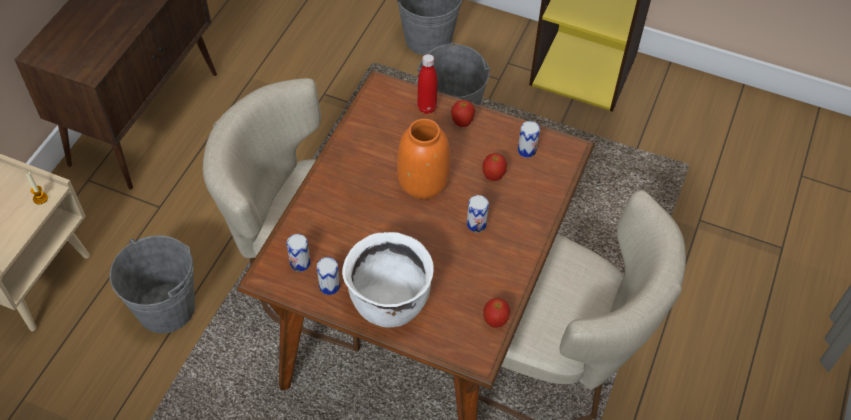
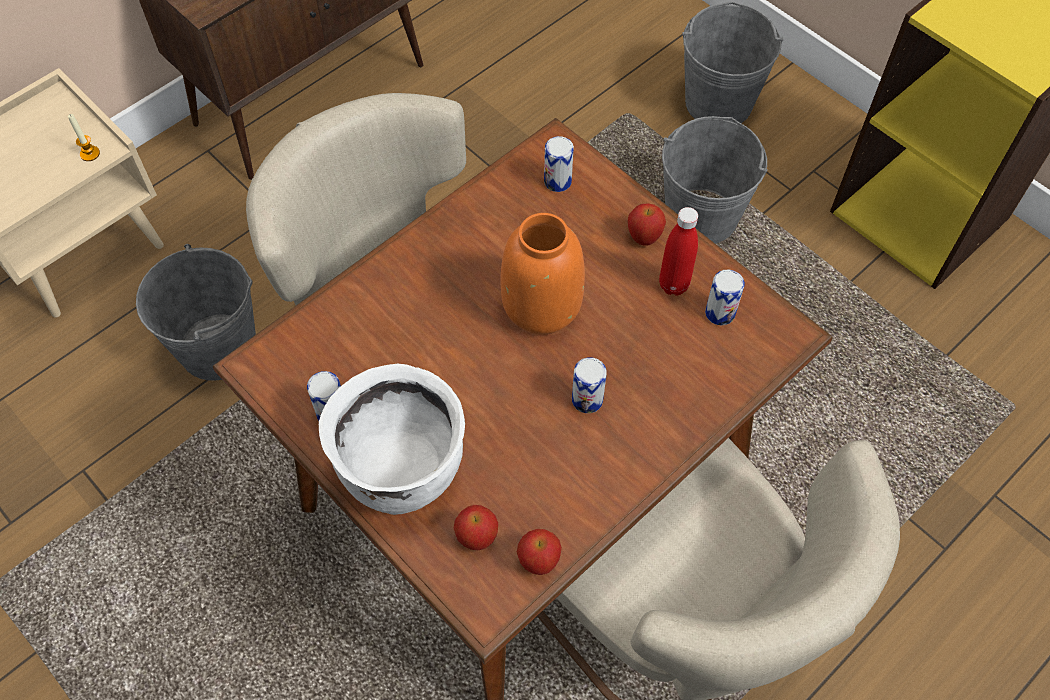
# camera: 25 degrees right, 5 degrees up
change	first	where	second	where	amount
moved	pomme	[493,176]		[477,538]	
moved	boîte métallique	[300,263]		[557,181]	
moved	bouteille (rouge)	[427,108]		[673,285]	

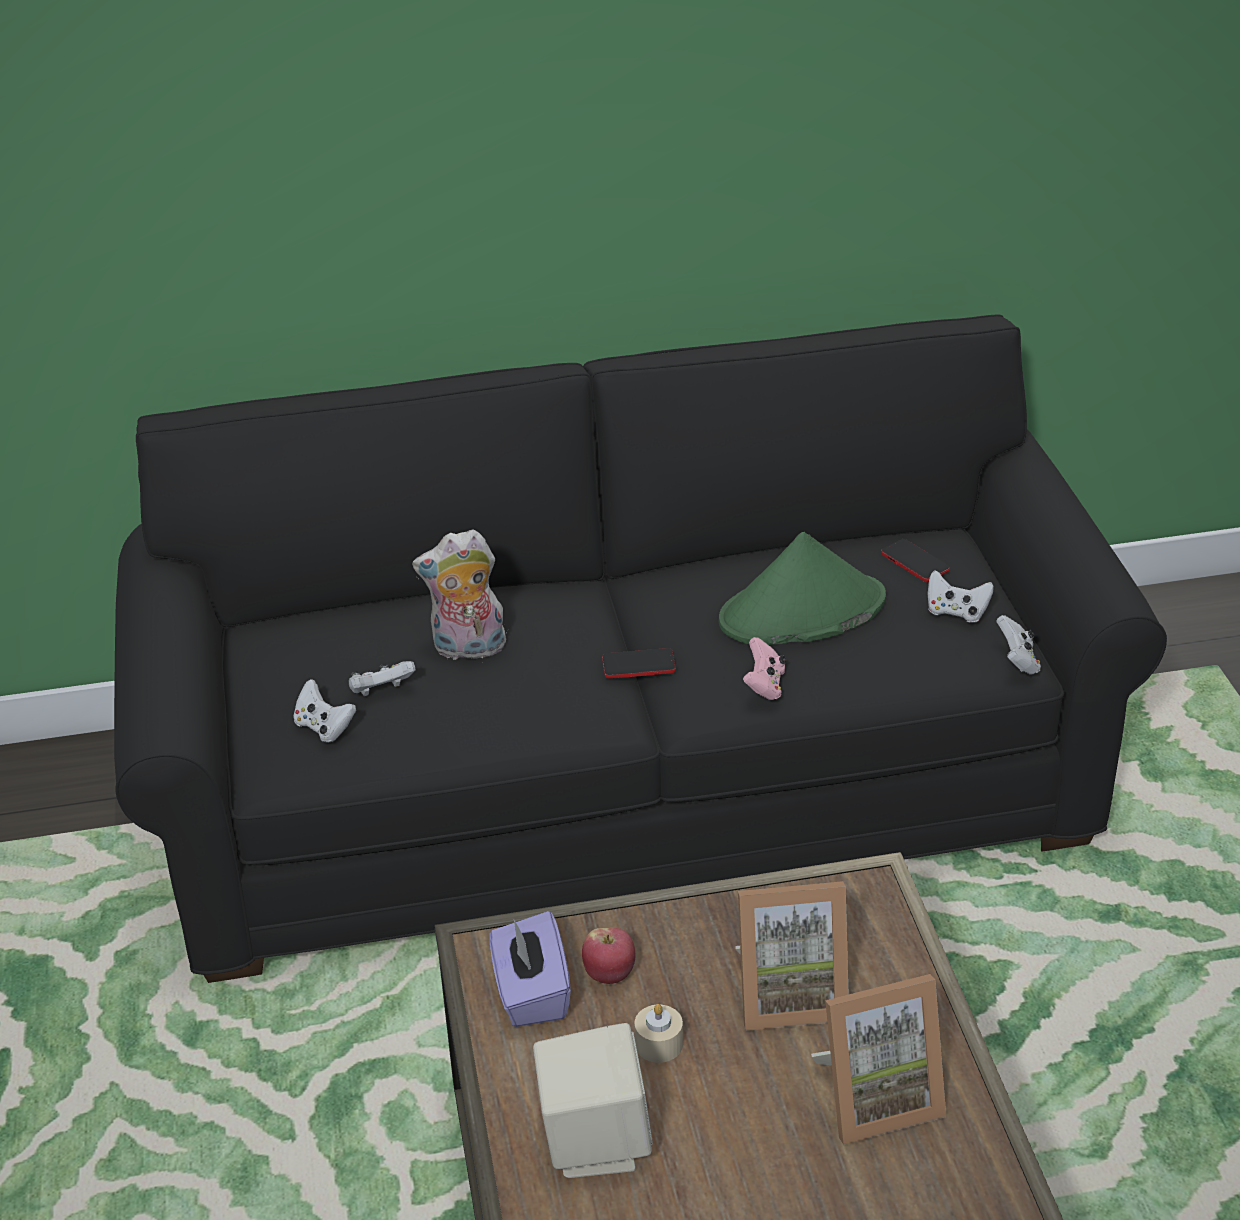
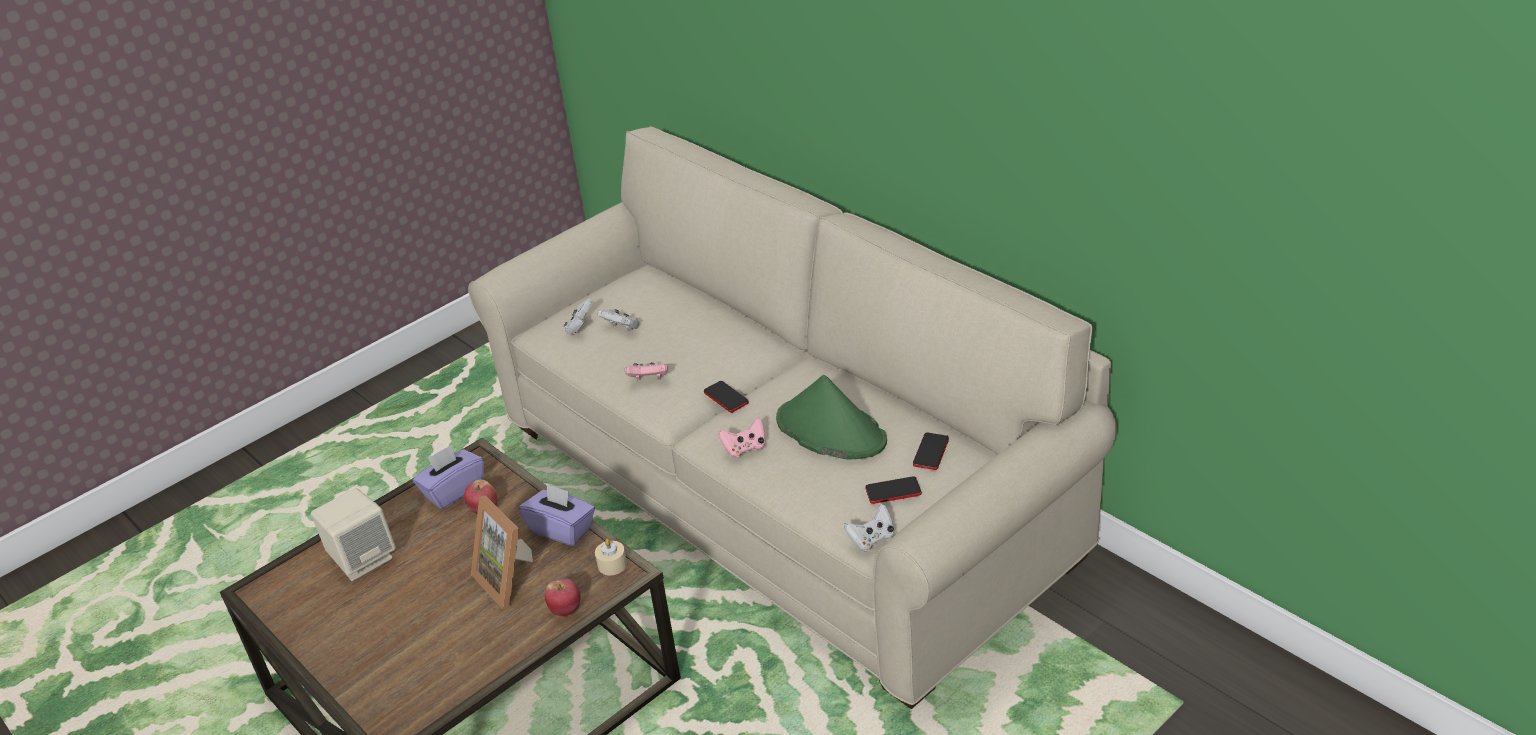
# camera: 60 degrees right, 0 degrees up
change	first	where	second	where	amount
recoloured	canapé (noir)	[627,786]	canapé (beige)	[783,487]	
added			boîte à mouchoirs (violet)	[562,529]	
added			pomme	[566,610]	
moved	bougie (beige)	[659,1044]		[612,564]	
added			manette (rose)	[649,380]	
replaced	manette (blanc)	[956,612]	téléphone	[893,491]	
removed	peluche	[467,649]			
removed	cadre photo	[876,1098]			

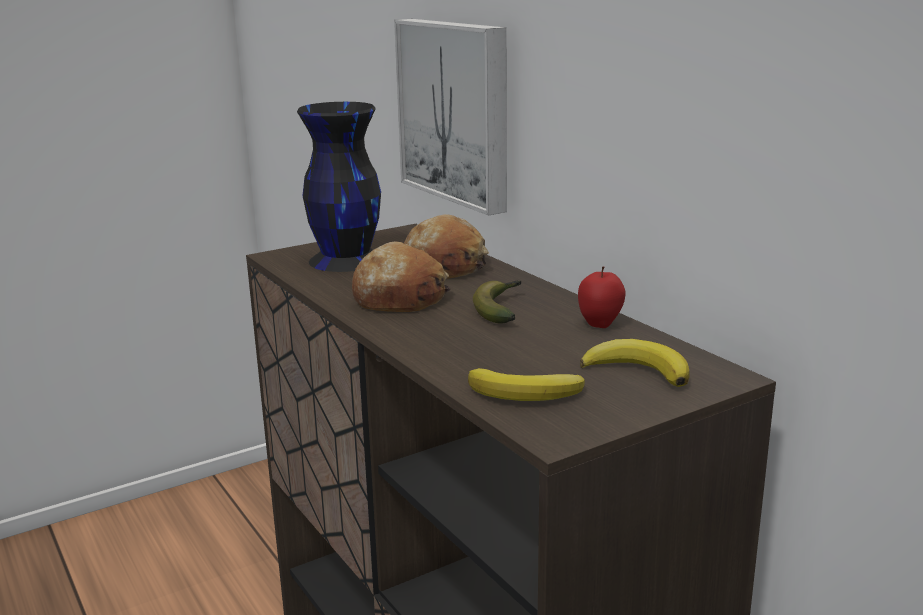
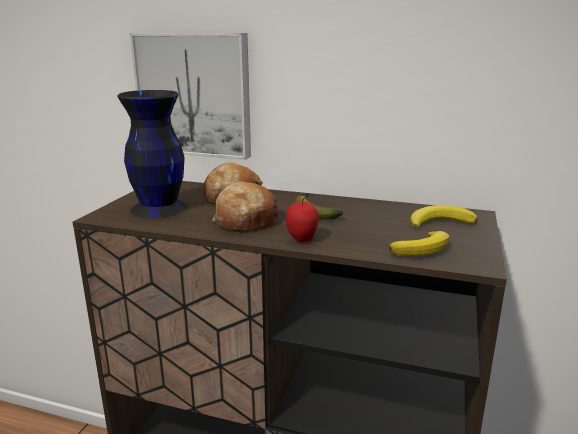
# camera: 40 degrees left, 0 degrees up
change	first	where	second	where	amount
moved	pomme	[600,324]		[302,239]	

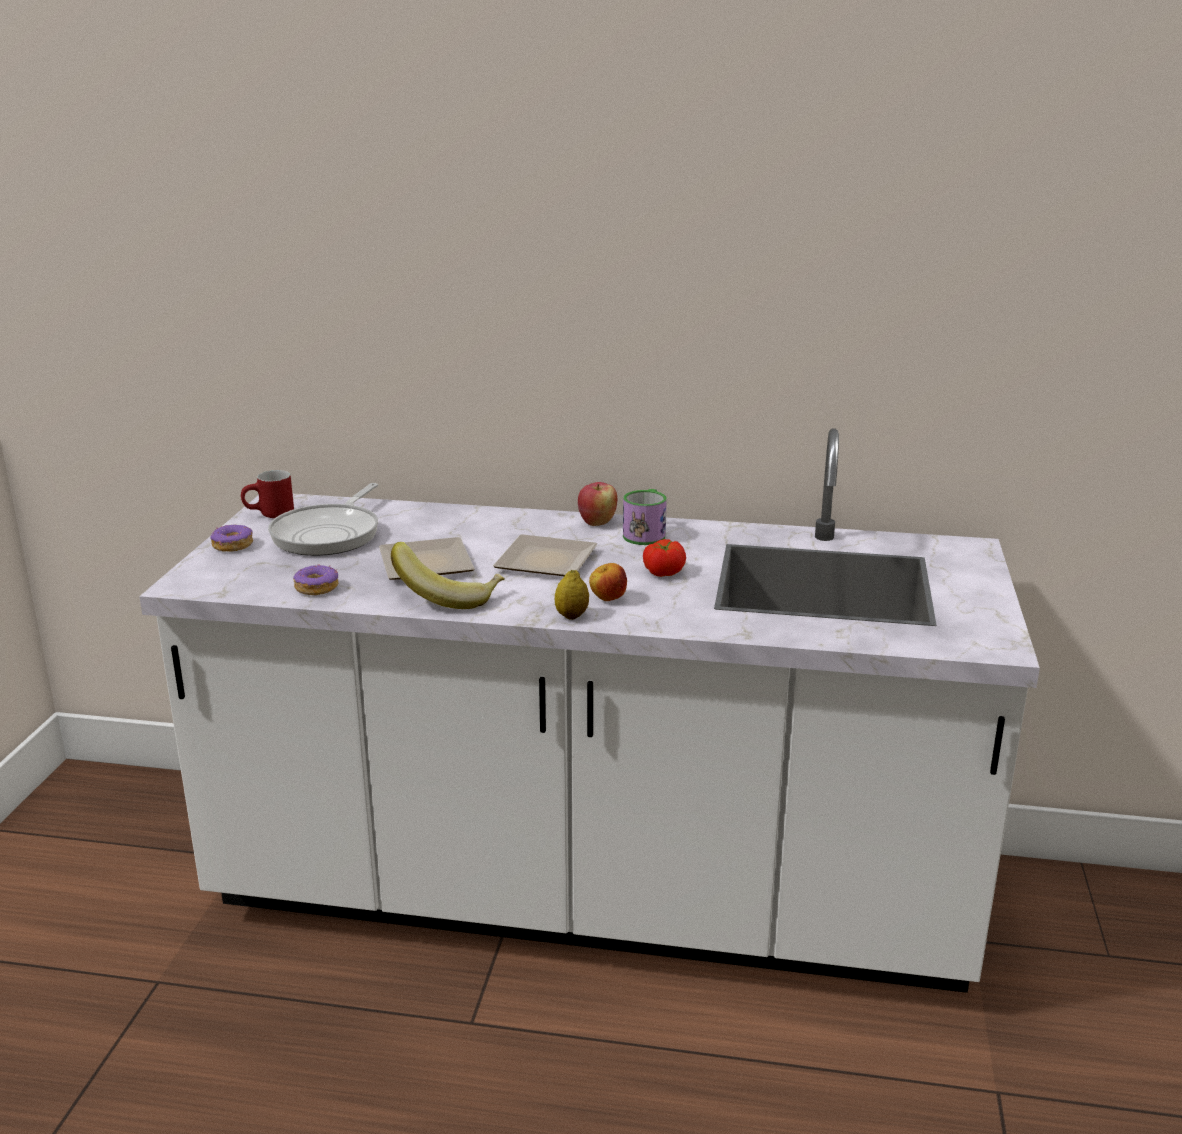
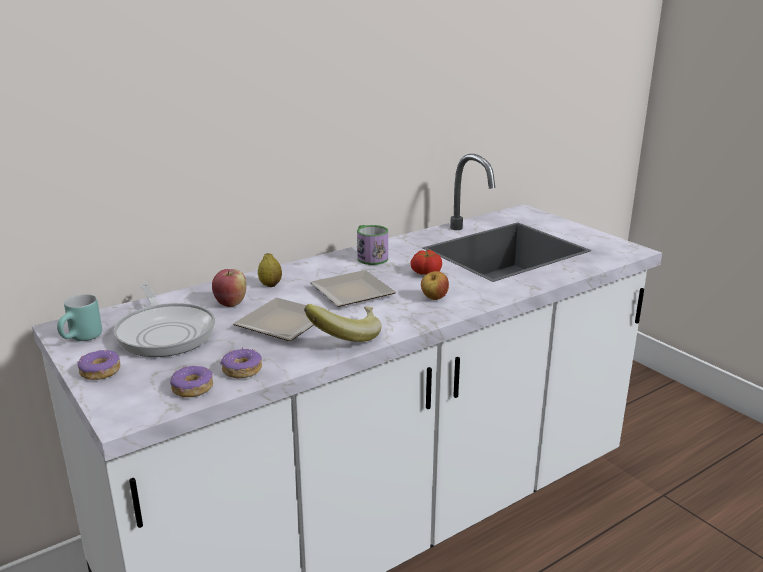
# camera: 45 degrees left, 0 degrees up
change	first	where	second	where	amount
recoloured	mug (rouge)	[270,516]	mug (turquoise)	[83,339]	
added			beignet	[192,388]	
moved	pomme	[597,522]		[230,303]	
moved	citron	[571,616]		[270,285]	

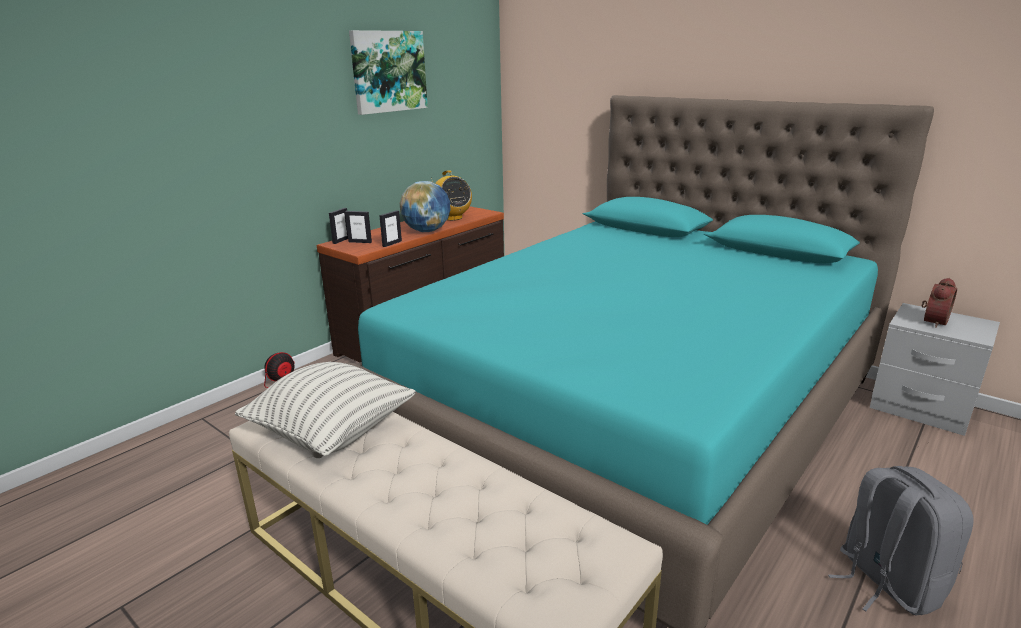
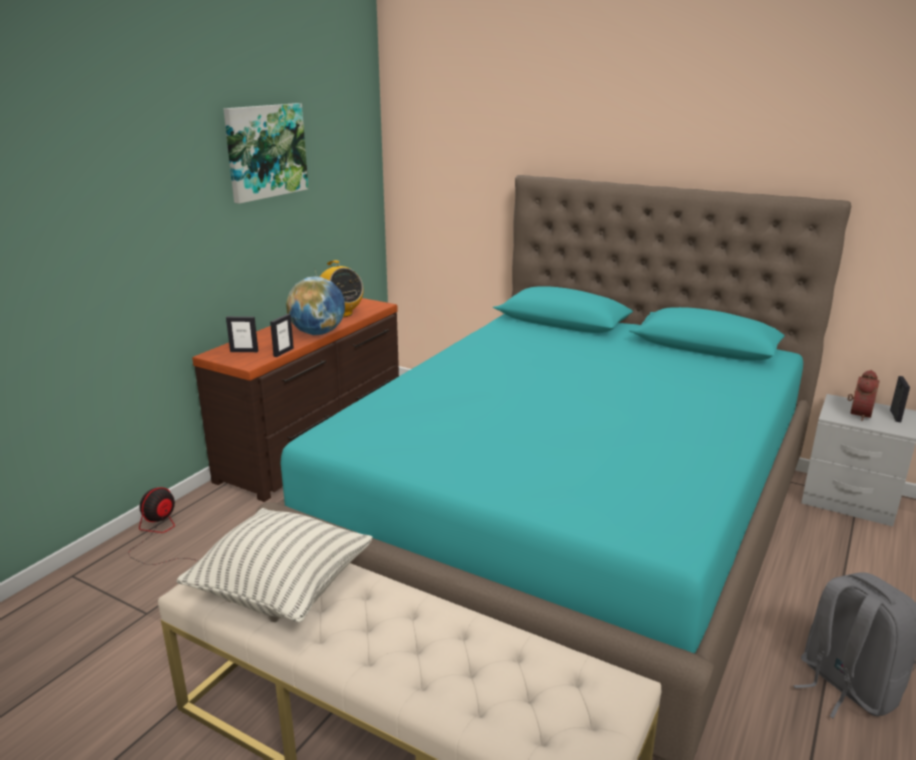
# camera: 10 degrees left, 0 degrees up
change	first	where	second	where	amount
moved	cadre photo	[341,240]		[895,416]	

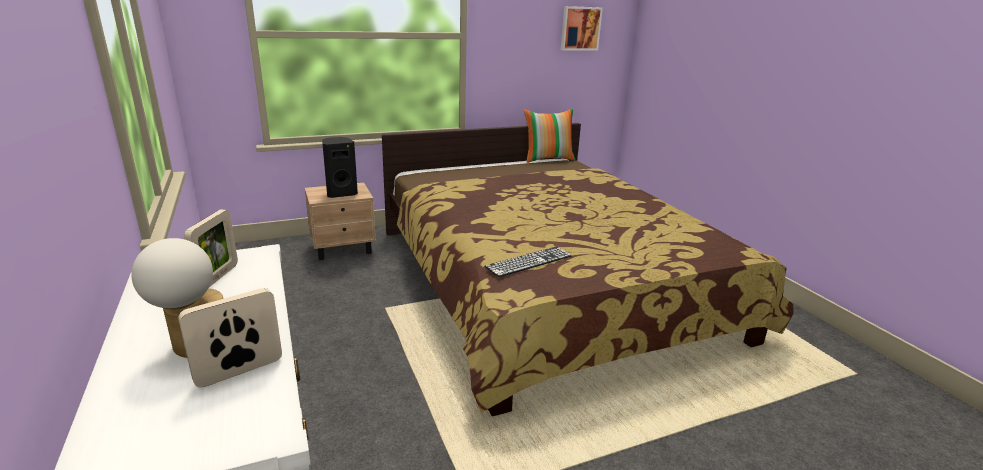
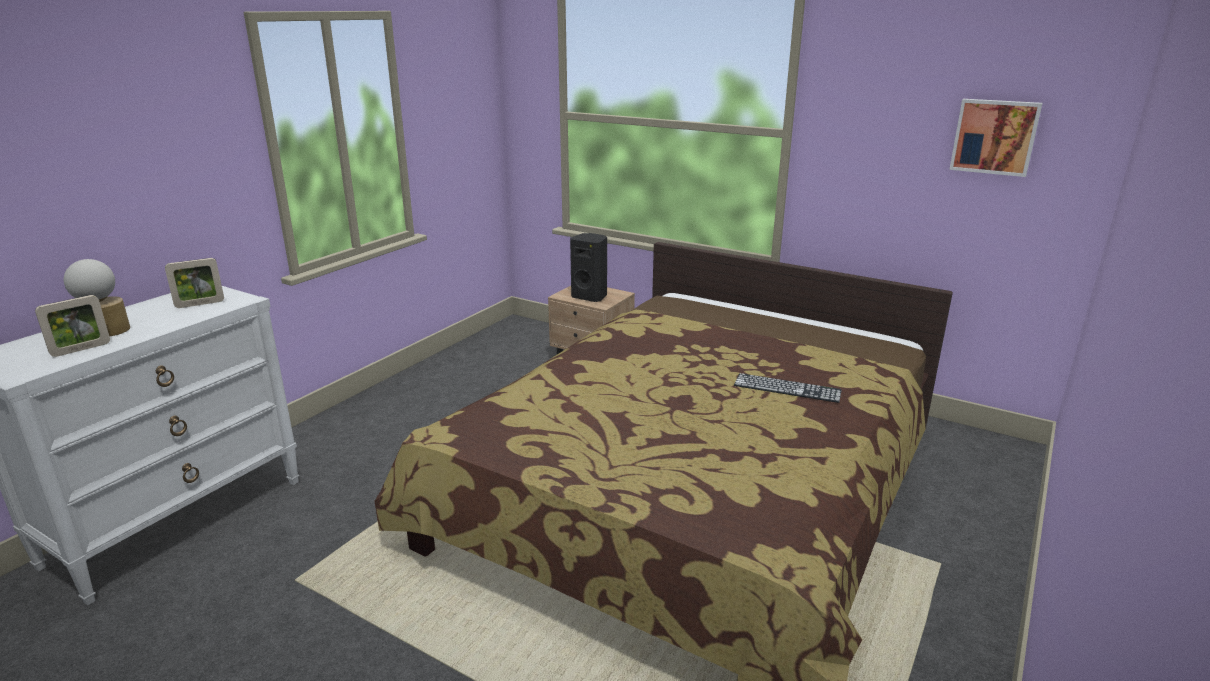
# camera: 55 degrees right, 0 degrees up
change	first	where	second	where	amount
turned	cadre photo	[240,371]		[81,349]	120 degrees clockwise
moved	clavier	[529,261]		[787,388]	
removed	coussin	[548,159]			

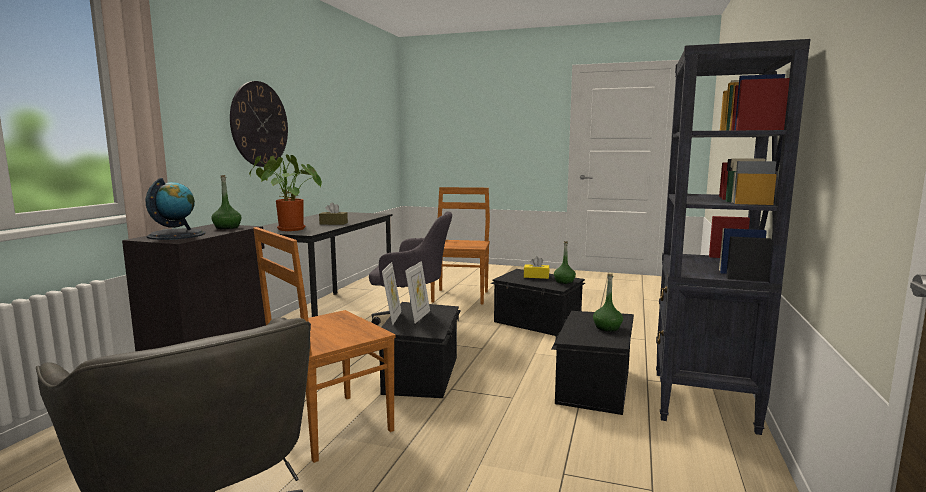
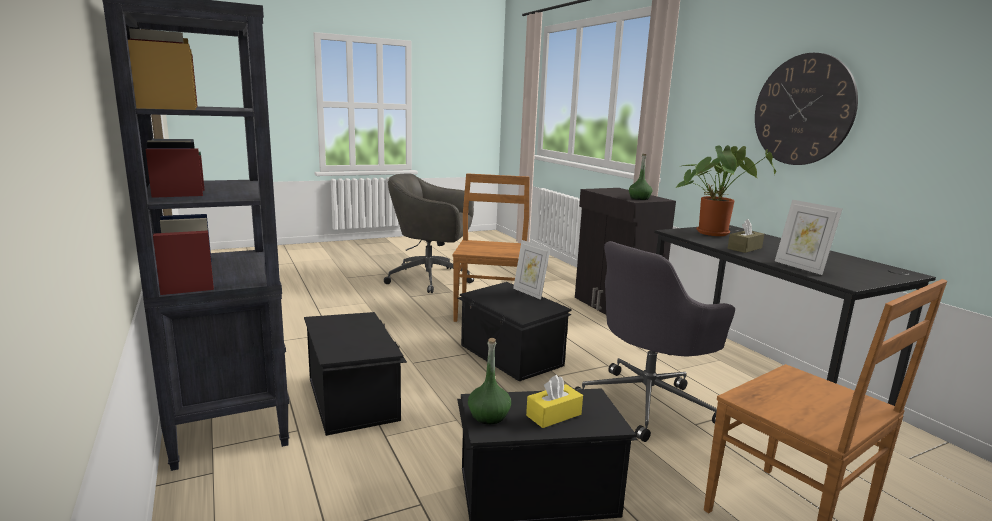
# camera: 135 degrees right, 5 degrees up
change	first	where	second	where	amount
moved	cadre photo	[418,316]		[801,267]	
removed	globe	[176,235]			
removed	bouteille (vert)	[607,328]			

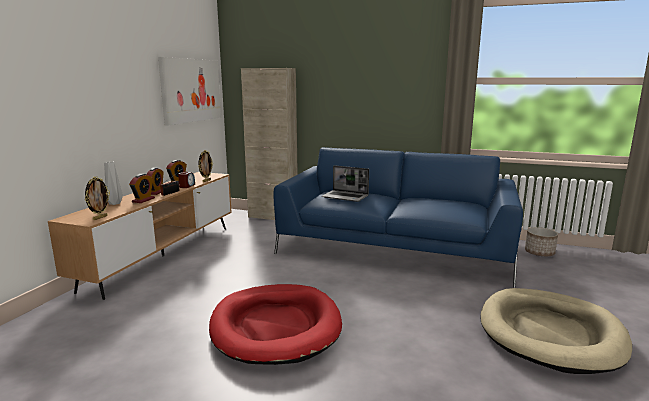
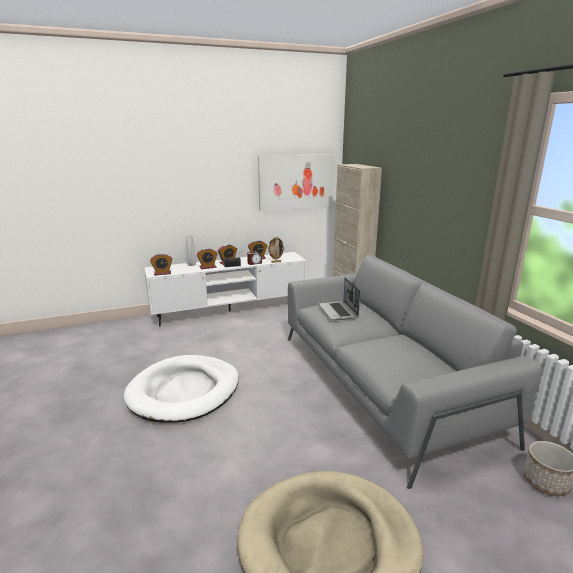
# camera: 50 degrees right, 5 degrees up
change	first	where	second	where	amount
recoloured	panier pour chien (rouge)	[276,327]	panier pour chien (blanc)	[184,391]	
recoloured	meuble télé (marron)	[163,255]	meuble télé (blanc)	[229,311]	
replaced	cadre photo	[100,218]	réveil	[162,273]	
recoloured	canapé (bleu)	[394,249]	canapé (gris)	[381,383]	

